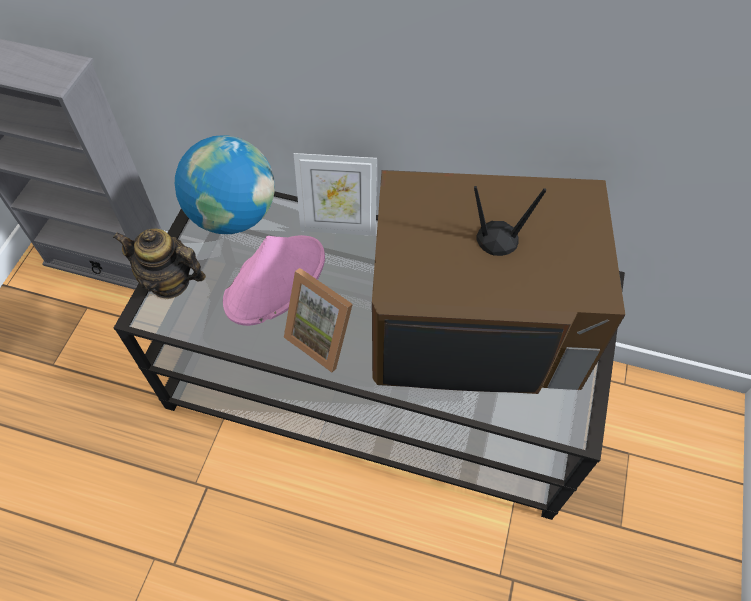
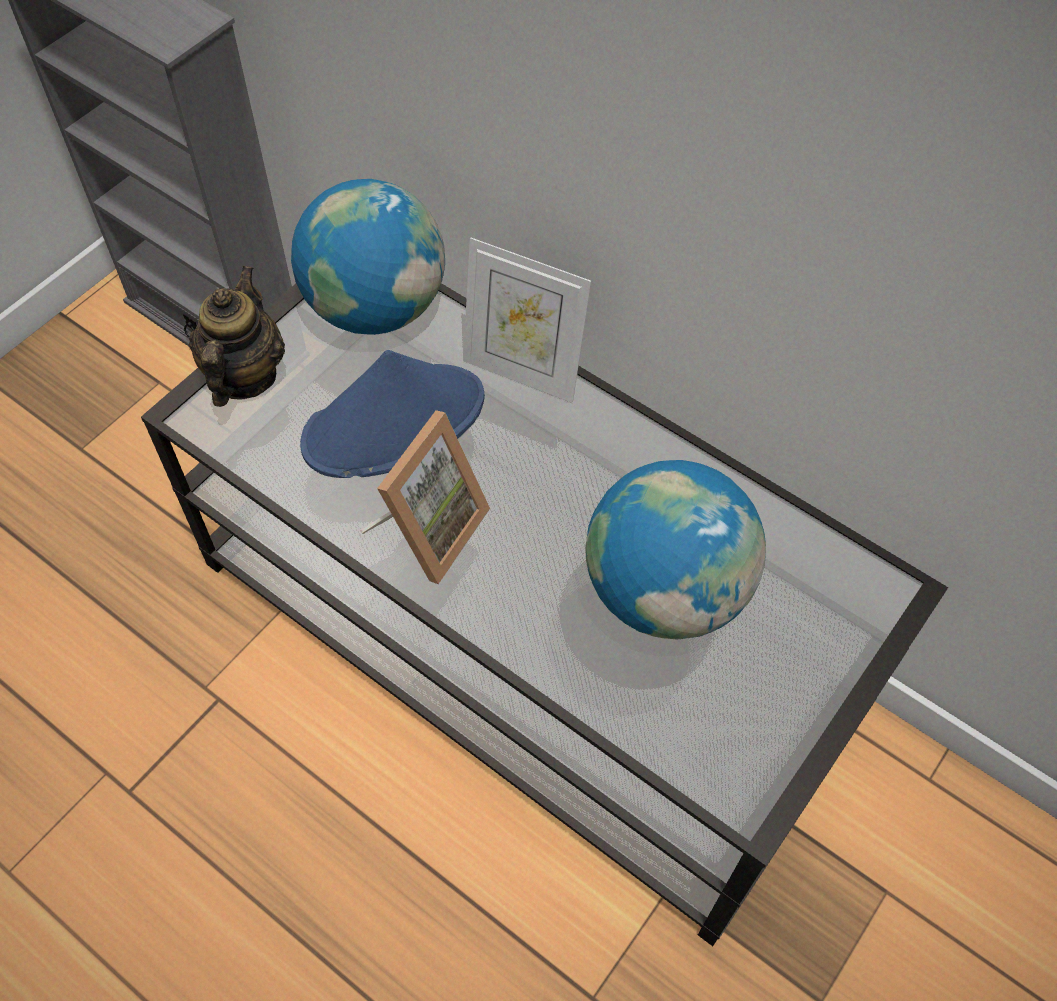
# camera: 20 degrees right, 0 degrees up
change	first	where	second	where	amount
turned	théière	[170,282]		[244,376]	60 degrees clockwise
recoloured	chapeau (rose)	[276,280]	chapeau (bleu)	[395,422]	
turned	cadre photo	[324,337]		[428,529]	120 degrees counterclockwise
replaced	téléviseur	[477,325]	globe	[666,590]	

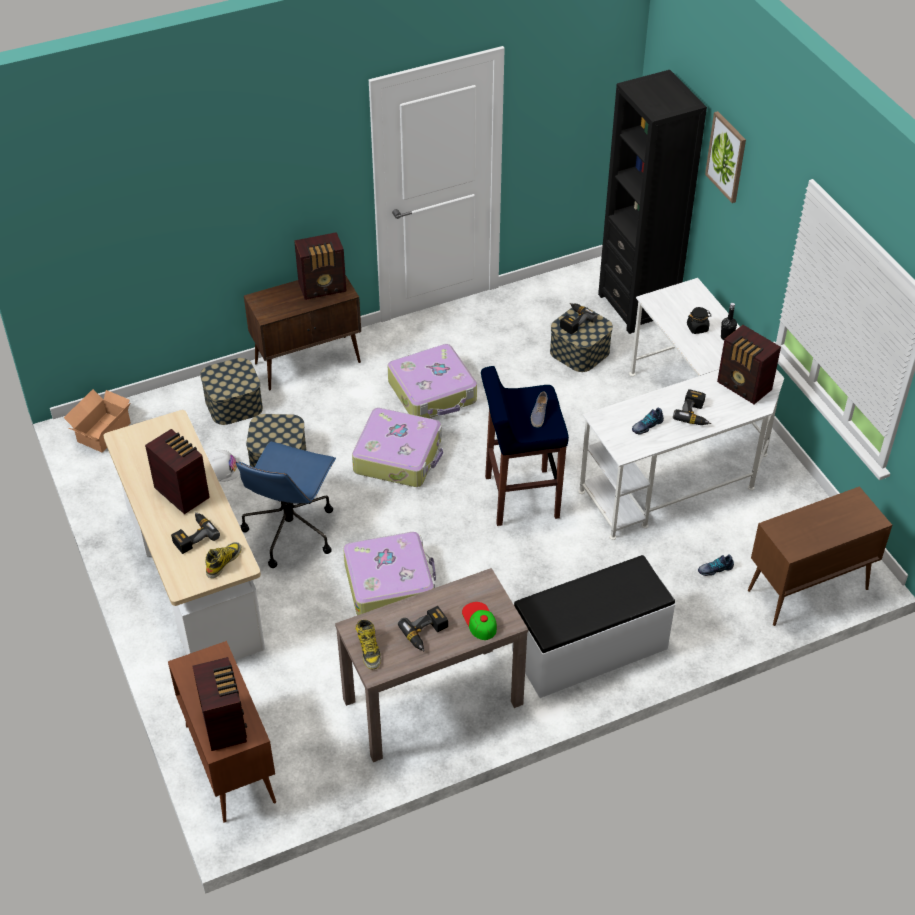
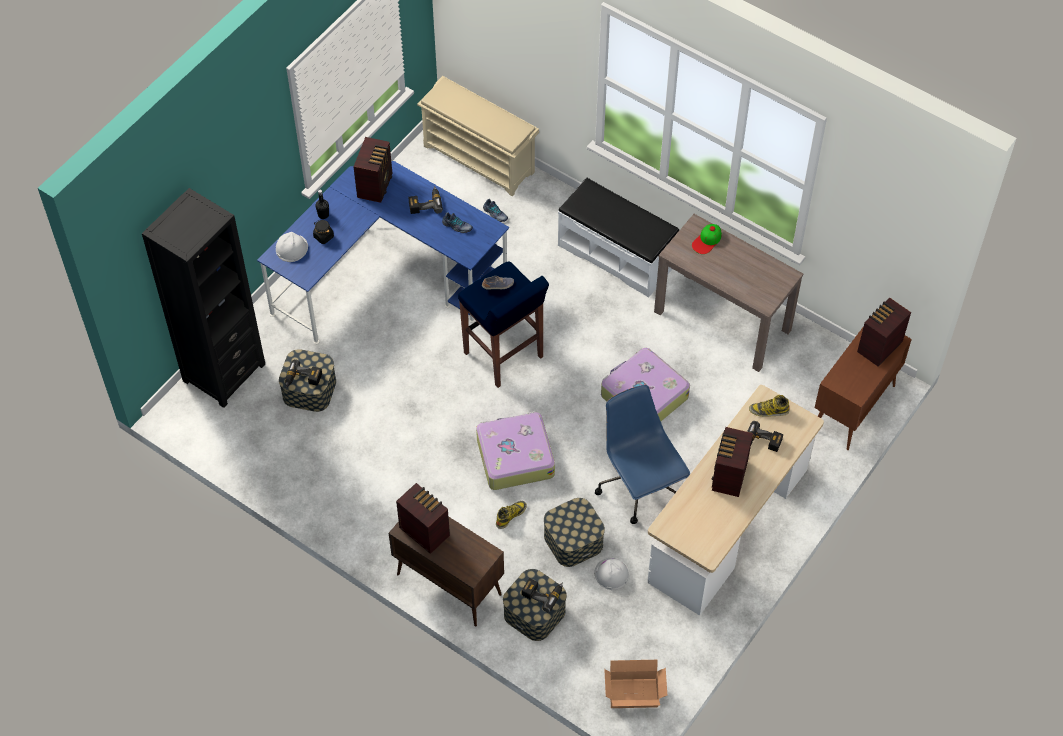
# camera: 120 degrees left, 10 degrees up
change	first	where	second	where	amount
recoloured	bureau (blanc)	[681,450]	bureau (bleu)	[386,277]	
added			casque de chantier (blanc)	[291,248]	
replaced	meuble de rangement (marron)	[806,590]	étagère à chaussures (beige)	[480,159]	
moved	botte	[369,650]		[511,515]	
moved	perceuse	[426,633]		[543,593]	
turned	chaise de bureau (bleu)	[291,530]		[639,487]	105 degrees counterclockwise
removed	valise	[433,392]			
removed	tableau	[726,156]			

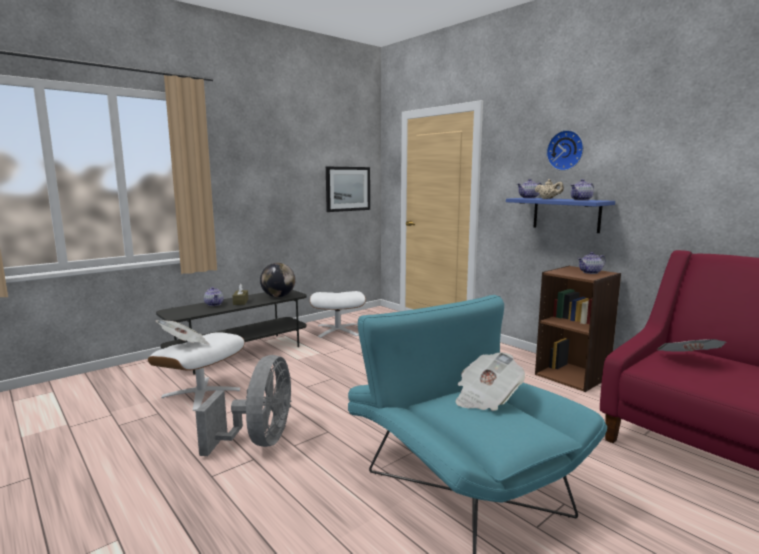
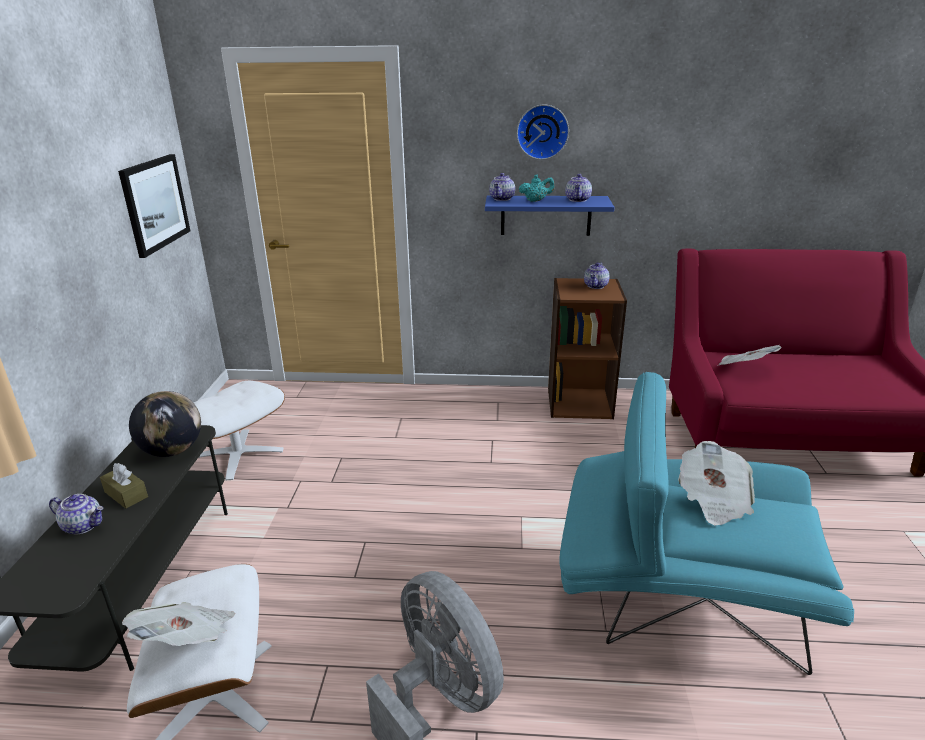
# camera: 45 degrees left, 15 degrees up
change	first	where	second	where	amount
recoloured	théière (beige)	[548,199]	théière (turquoise)	[536,201]	

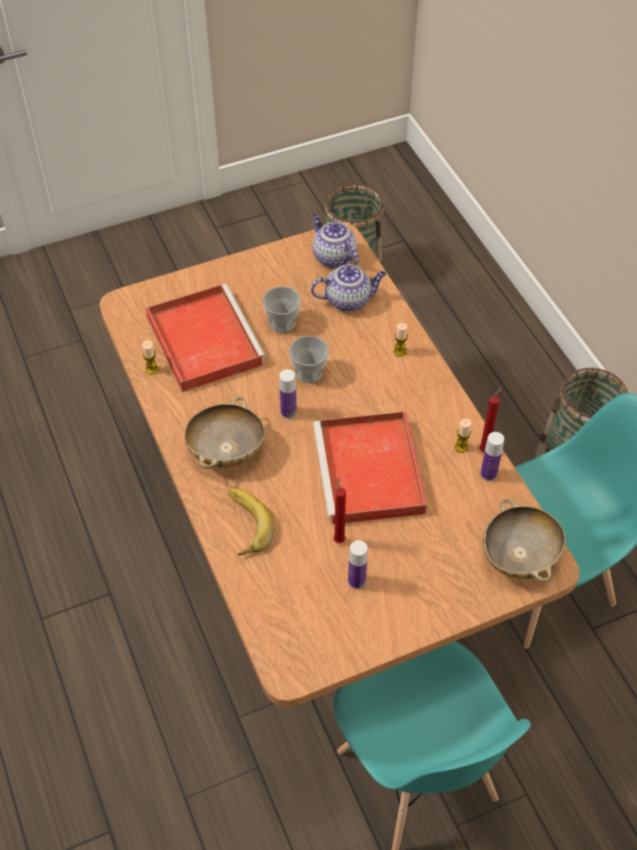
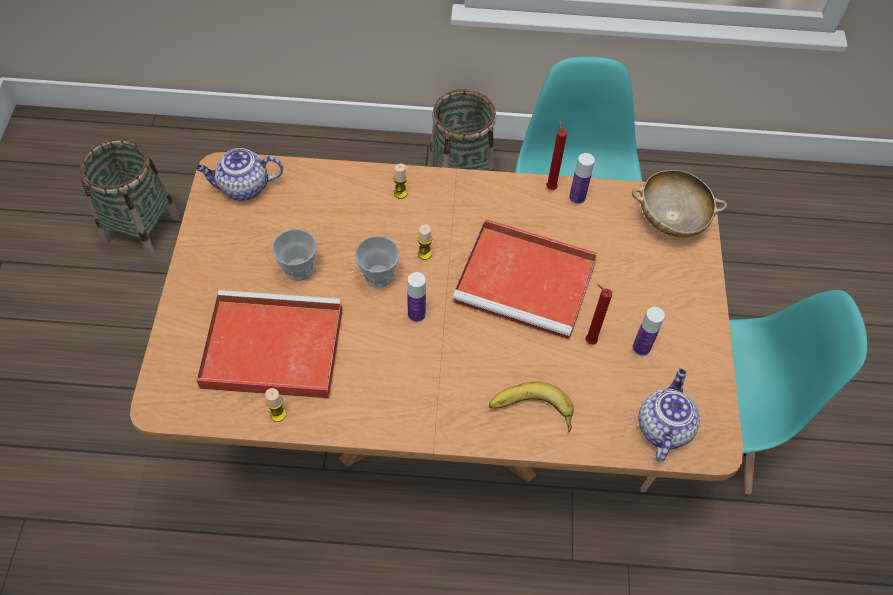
# camera: 65 degrees left, 5 degrees up
change	first	where	second	where	amount
moved	bougie	[461,447]		[424,254]	
moved	théière	[348,300]		[663,427]	
removed	bol (beige)	[226,450]			

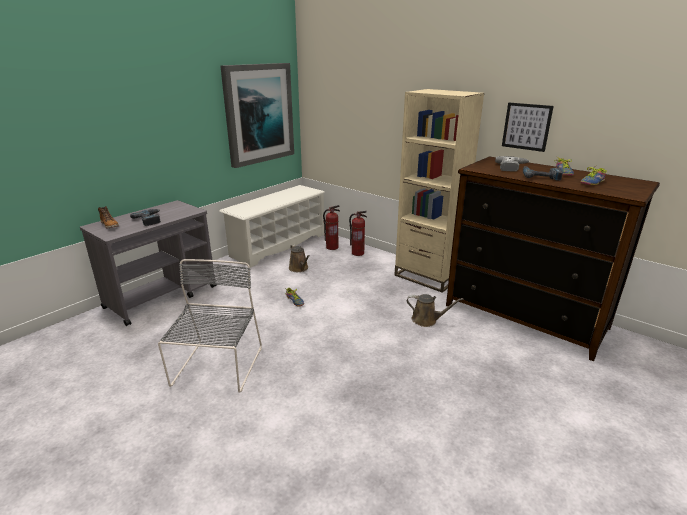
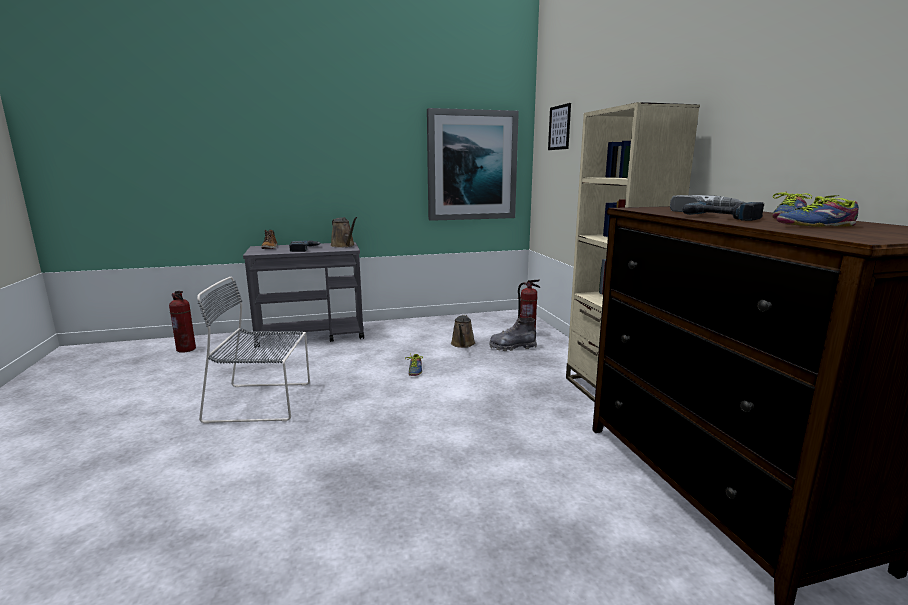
# camera: 35 degrees right, 10 degrees down
change	first	where	second	where	amount
moved	extincteur	[358,253]		[186,349]	
turned	chaise (gris)	[217,368]		[263,402]	135 degrees counterclockwise
moved	arrosoir (marron)	[427,320]		[344,246]	
added			botte (gris)	[512,347]	
moved	tableau	[526,126]		[559,127]	
removed	étagère à chaussures (blanc)	[278,245]			

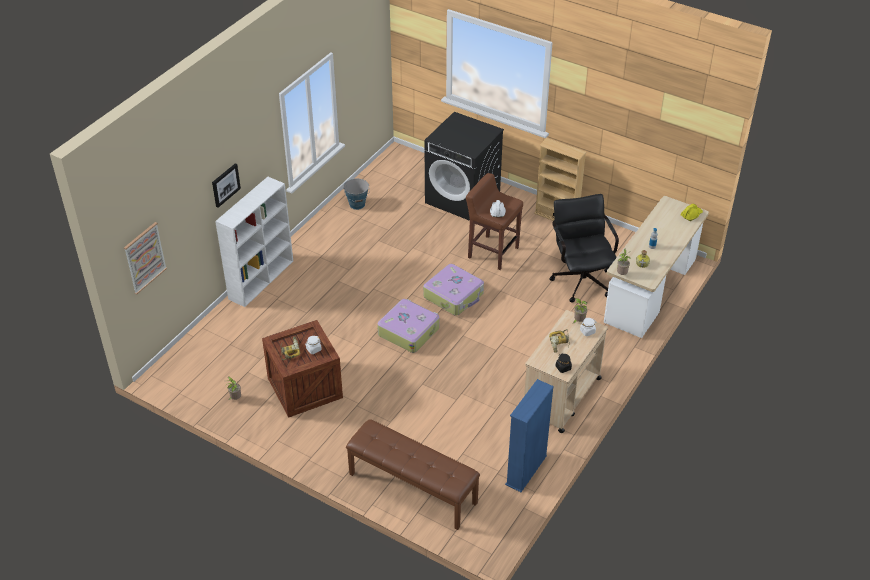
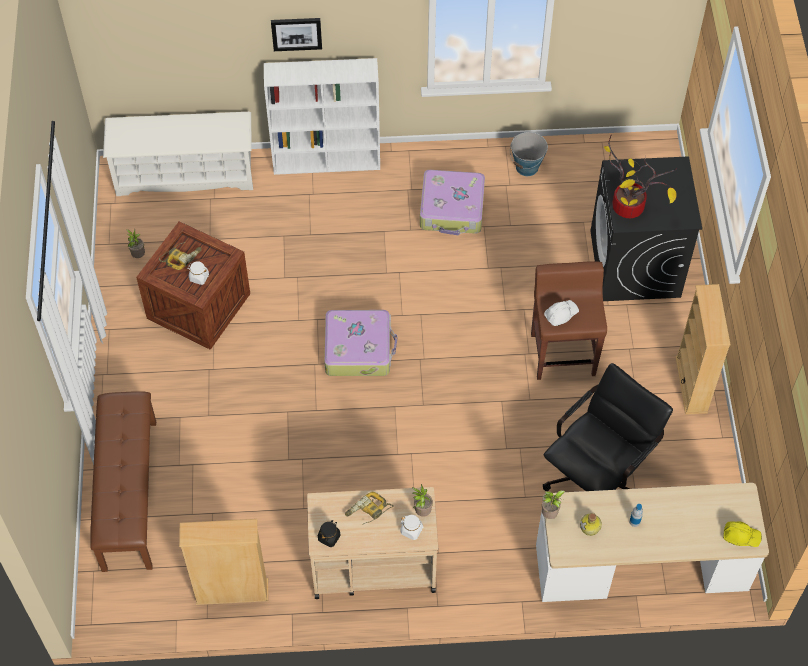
# camera: 55 degrees right, 15 degrees up
change	first	where	second	where	amount
added			étagère à chaussures (blanc)	[185,174]	
recoloured	bibliothèque (bleu)	[526,470]	bibliothèque (beige)	[232,592]	
moved	valise	[454,295]		[452,209]	
added			plante en pot	[631,206]	
removed	tableau	[144,257]			

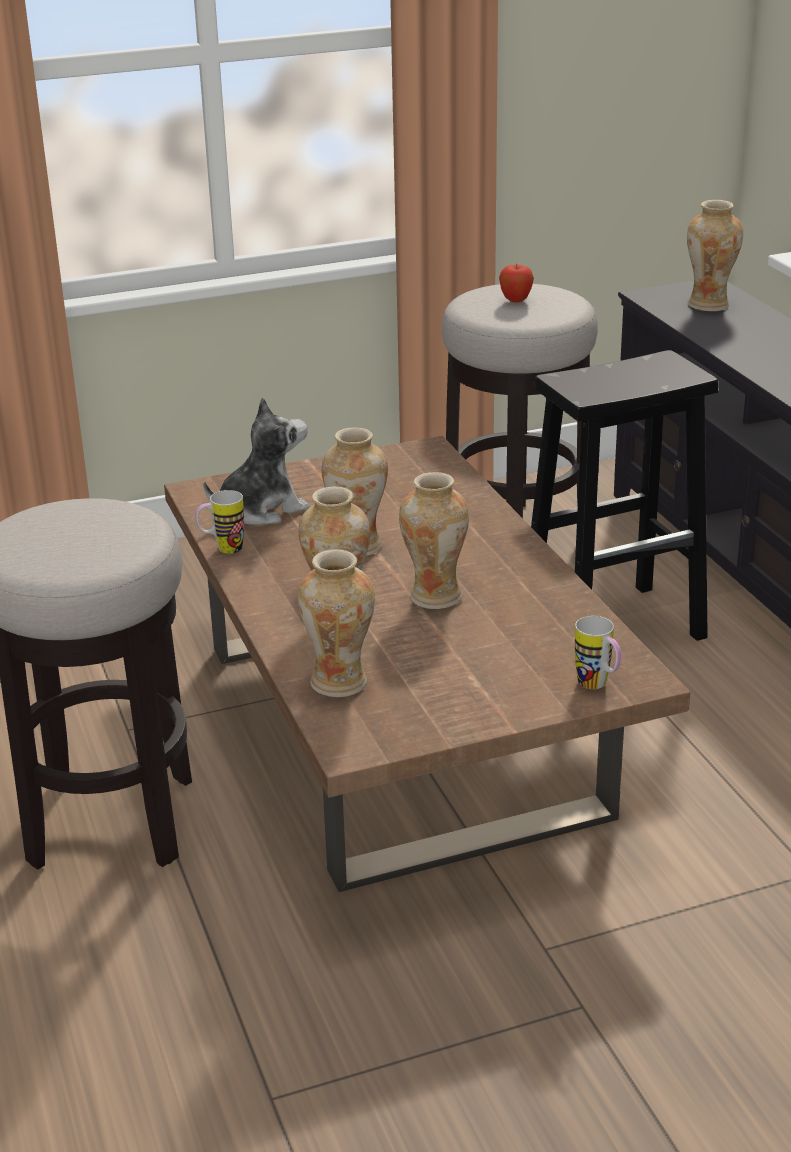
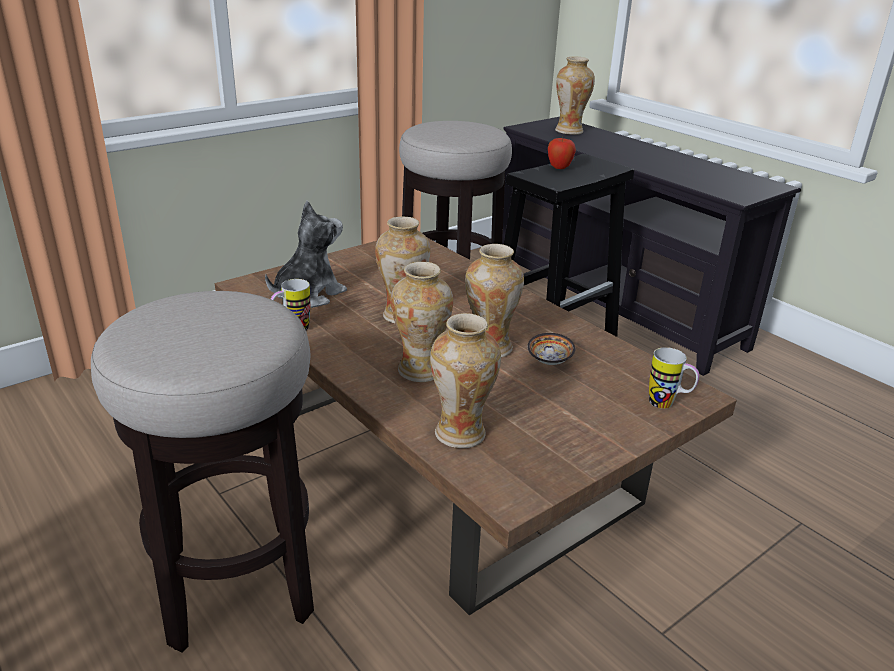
# camera: 20 degrees left, 0 degrees up
change	first	where	second	where	amount
added			bol	[549,361]	
moved	pomme	[516,301]		[559,168]	

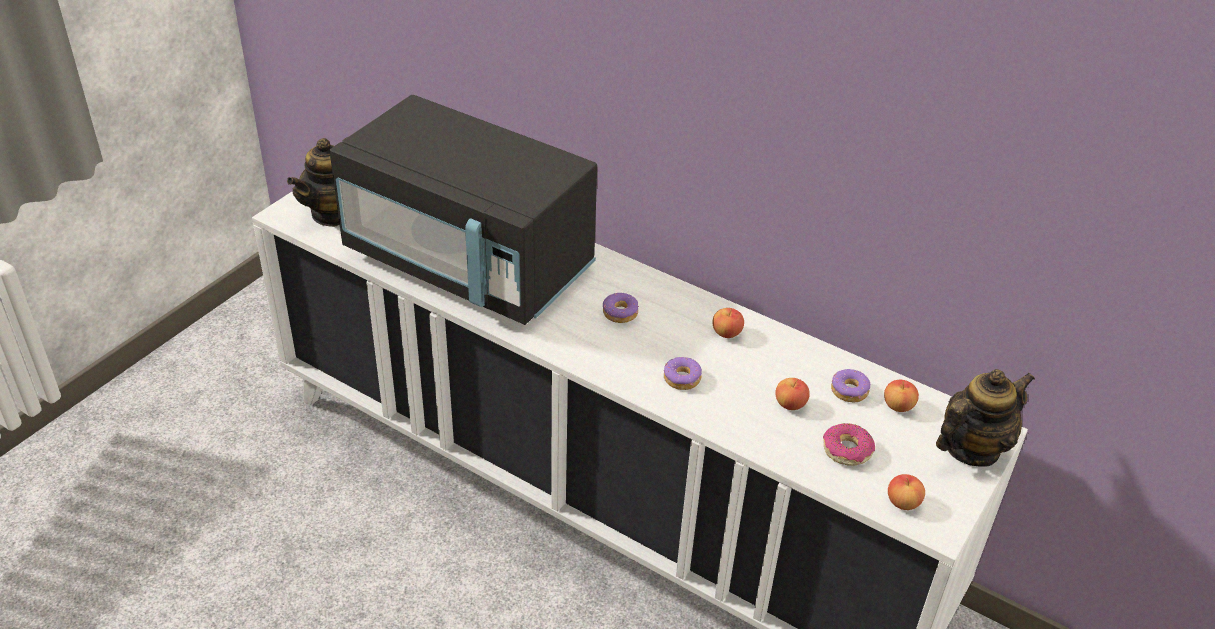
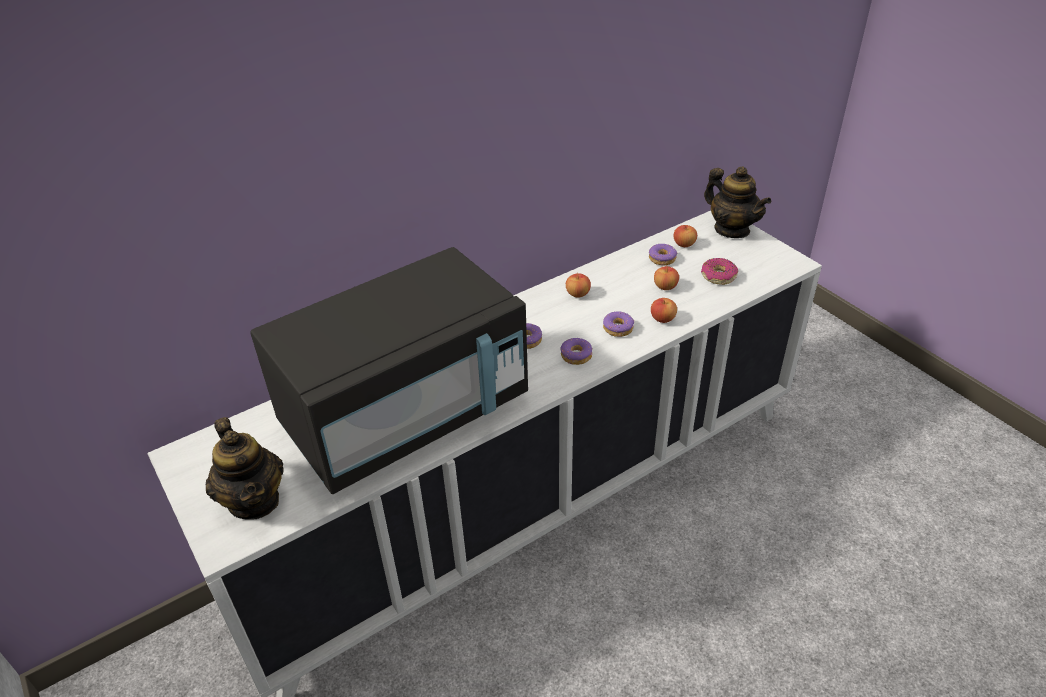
# camera: 65 degrees left, 0 degrees up
change	first	where	second	where	amount
added			beignet	[576,356]	
moved	pomme	[903,502]		[662,319]	
turned	théière	[971,448]		[731,230]	150 degrees clockwise

